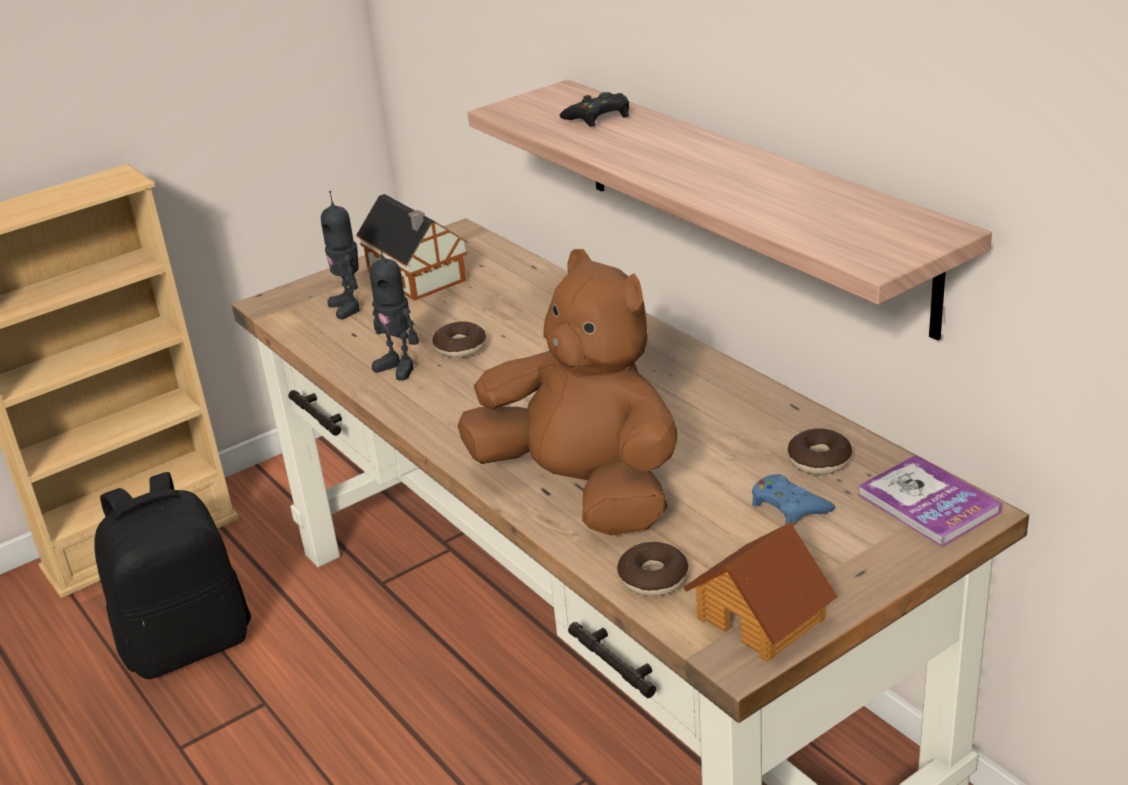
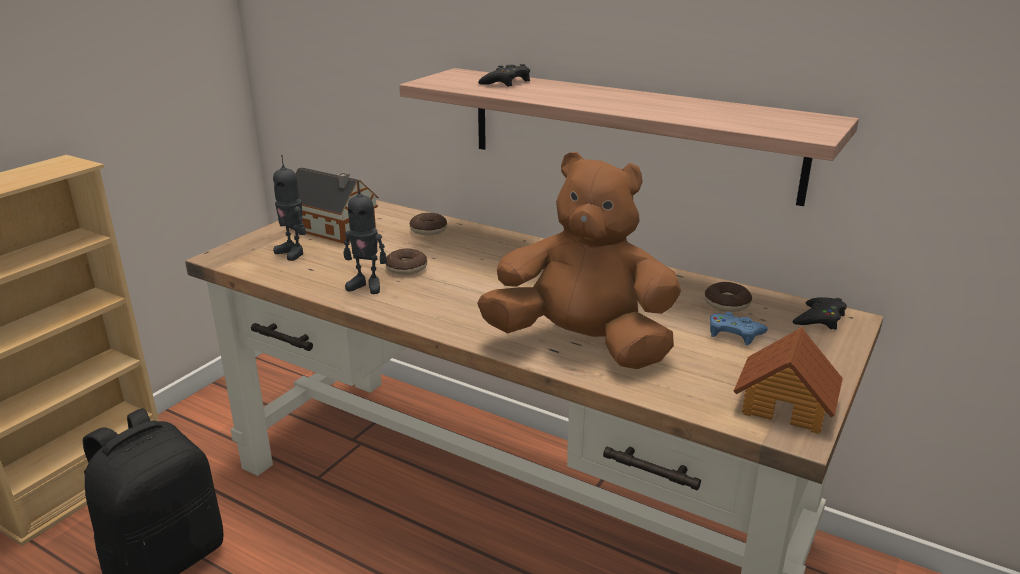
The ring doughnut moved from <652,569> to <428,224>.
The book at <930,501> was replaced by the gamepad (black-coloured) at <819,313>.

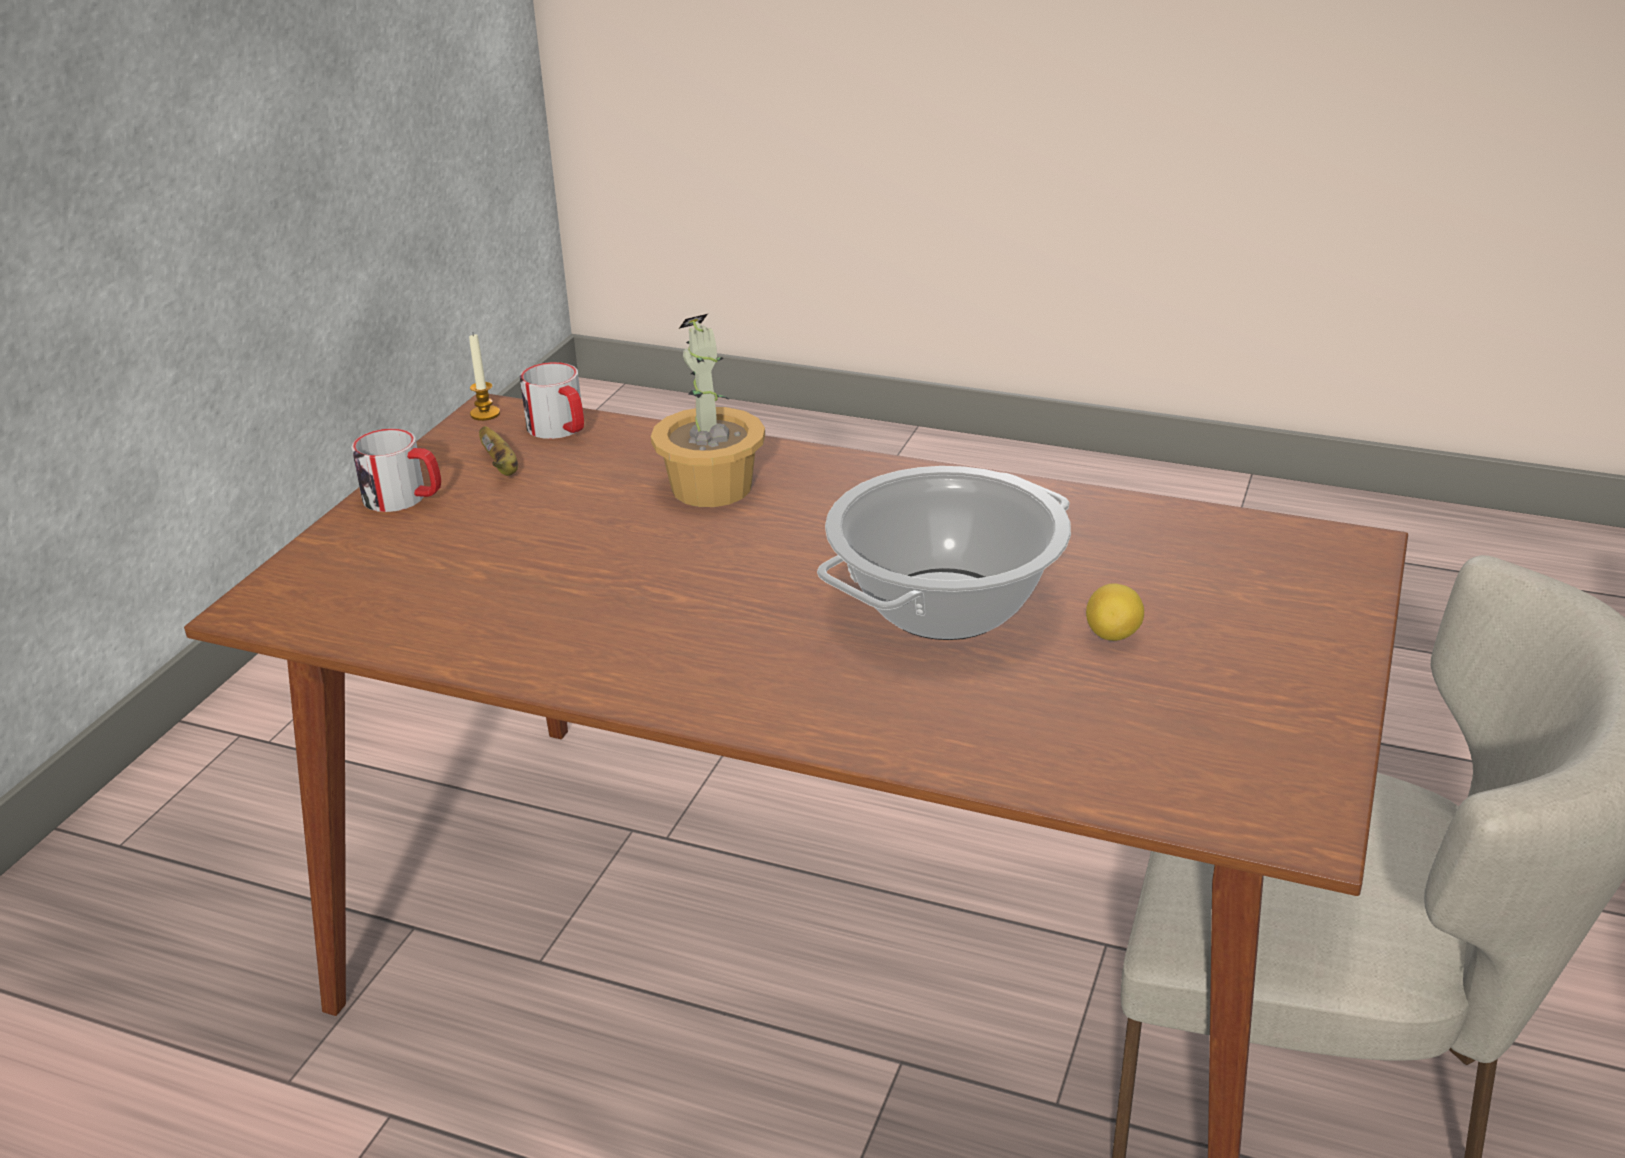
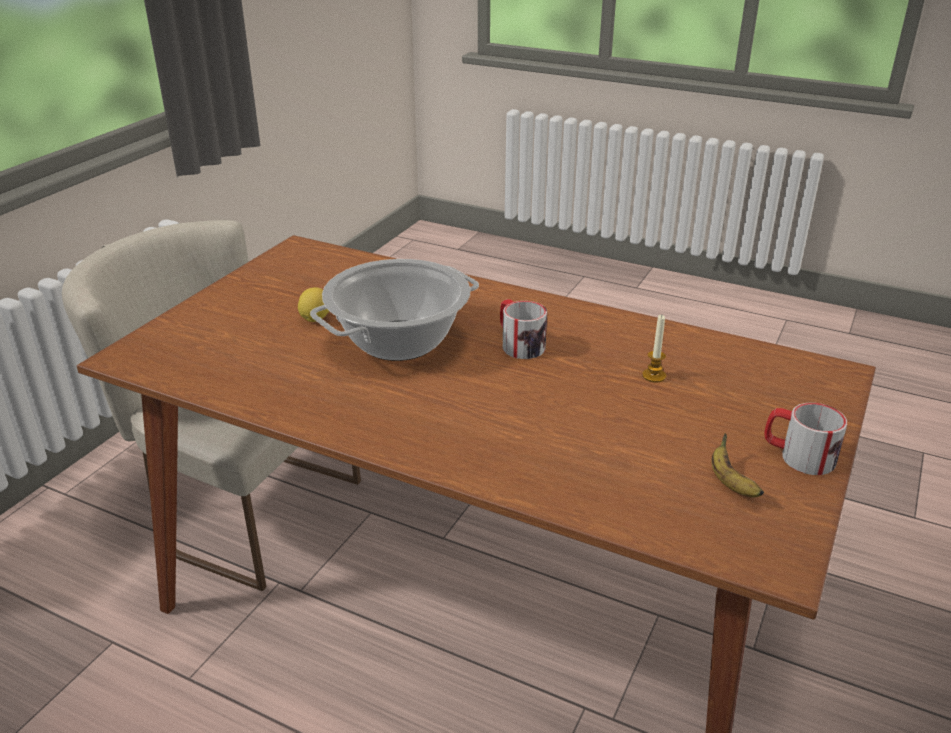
The candle moved from <484,377> to <654,349>.
The mug moved from <552,400> to <523,329>.
The plant in a pot at <708,410> disappeared.

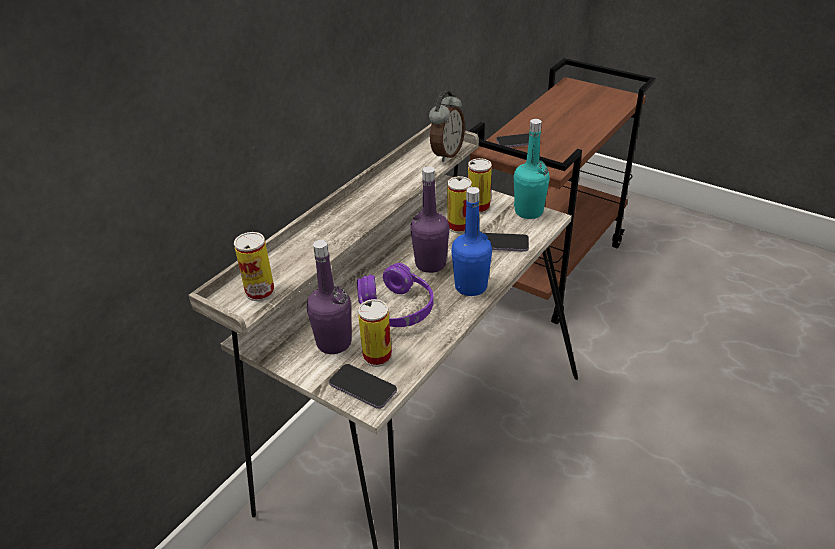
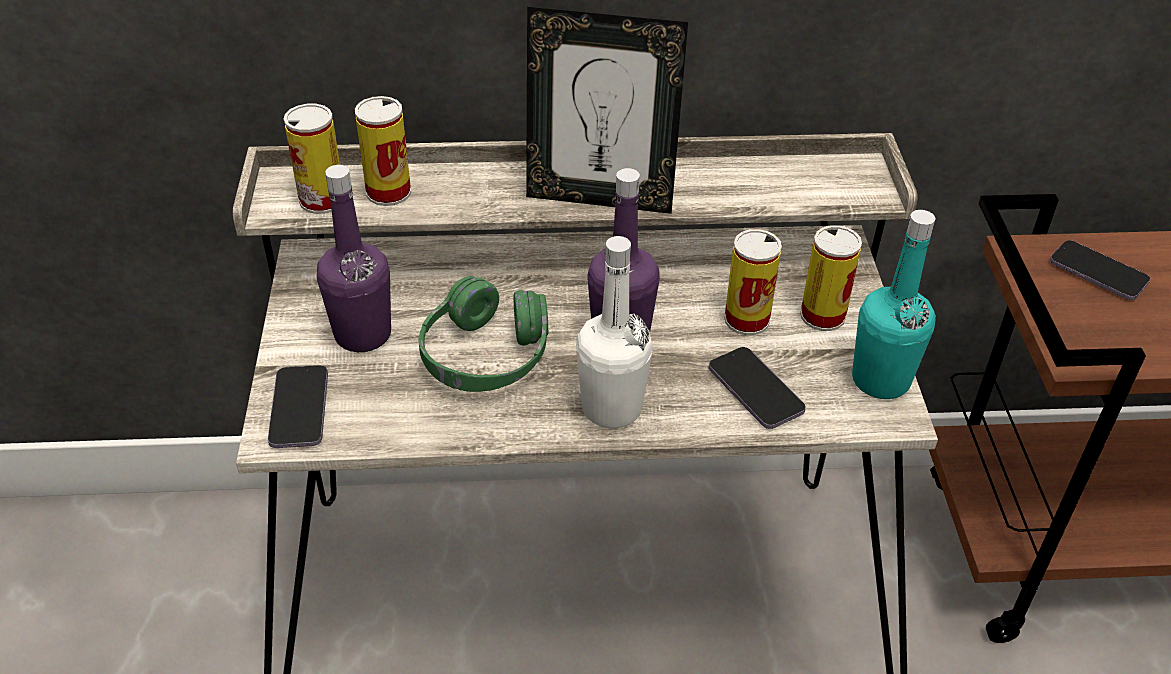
The headset (purple-coloured) at <395,295> became the headset (greenish) at <483,334>.
The sealed can moved from <375,333> to <383,151>.
The table clock at <447,126> disappeared.
The bottle (blue) at <471,241> became the bottle (whitish) at <614,332>.
The picture frame at <607,110> appeared.

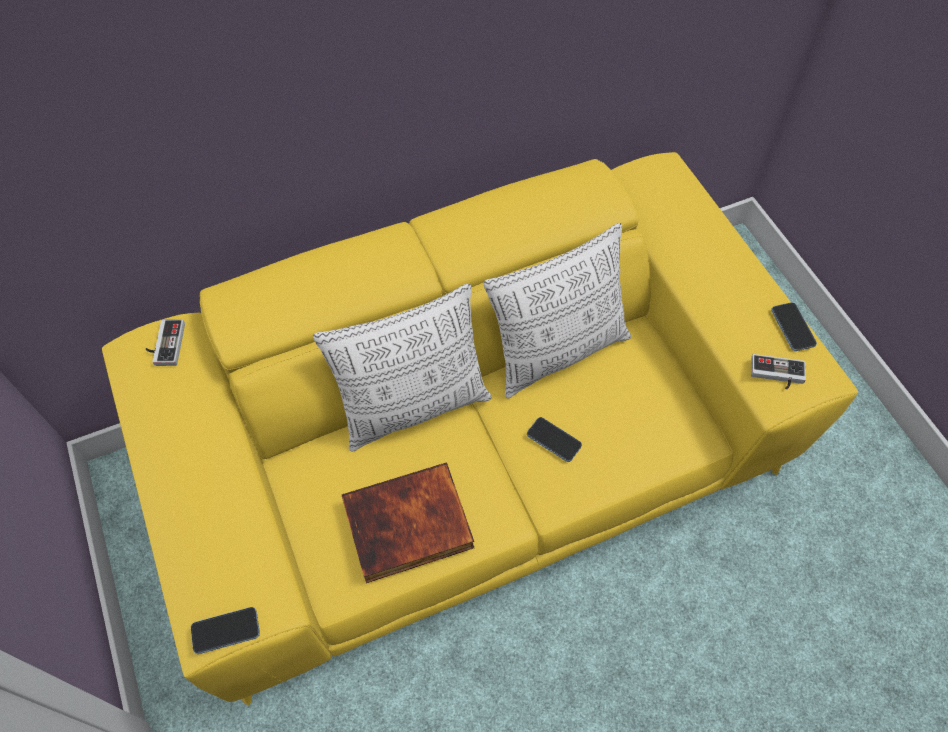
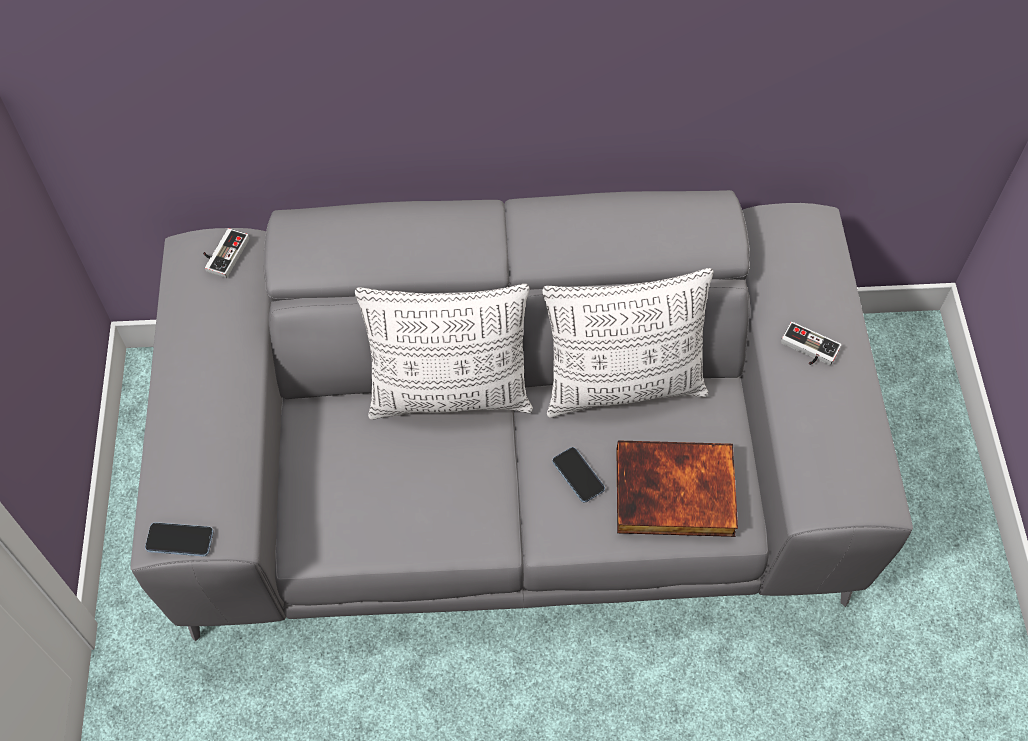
The settee (yellow) at <480,429> became the settee (gray) at <522,415>.
The book moved from <408,523> to <677,489>.
The gamepad moved from <778,372> to <811,343>.
The handset at <794,326> disappeared.

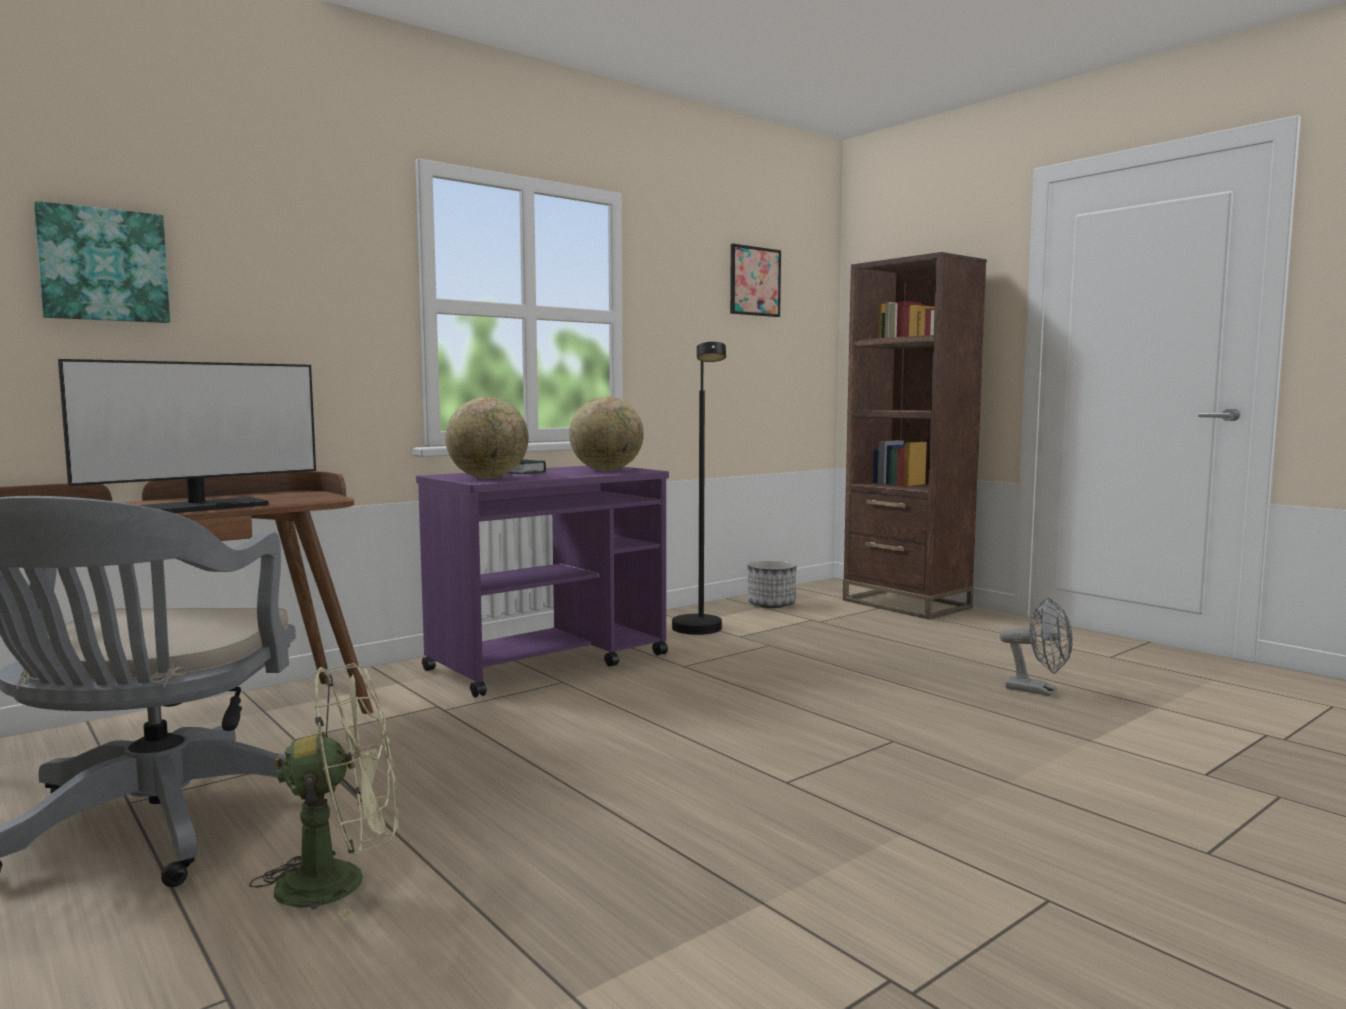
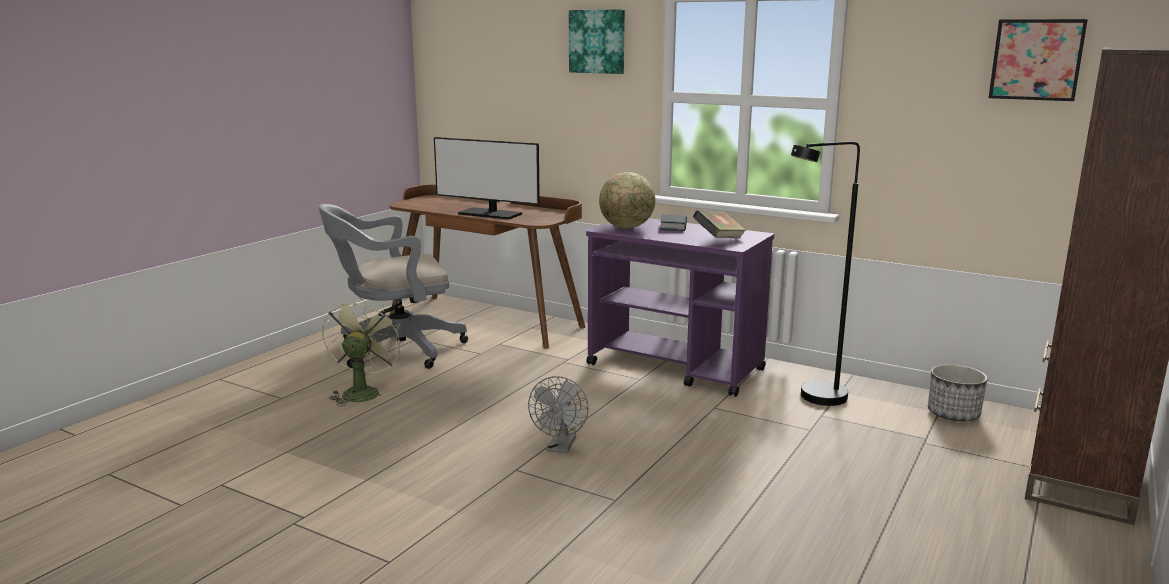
The wall art moved from <102,262> to <597,41>.
The electric fan (greenish) at <324,792> turned 135 degrees counterclockwise.
The globe at <606,434> was replaced by the book at <720,224>.
The electric fan (gray) moved from <1036,647> to <558,414>.

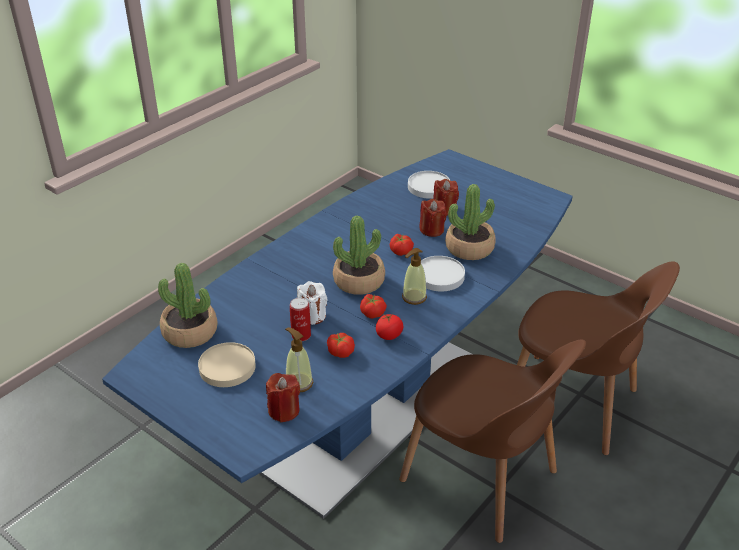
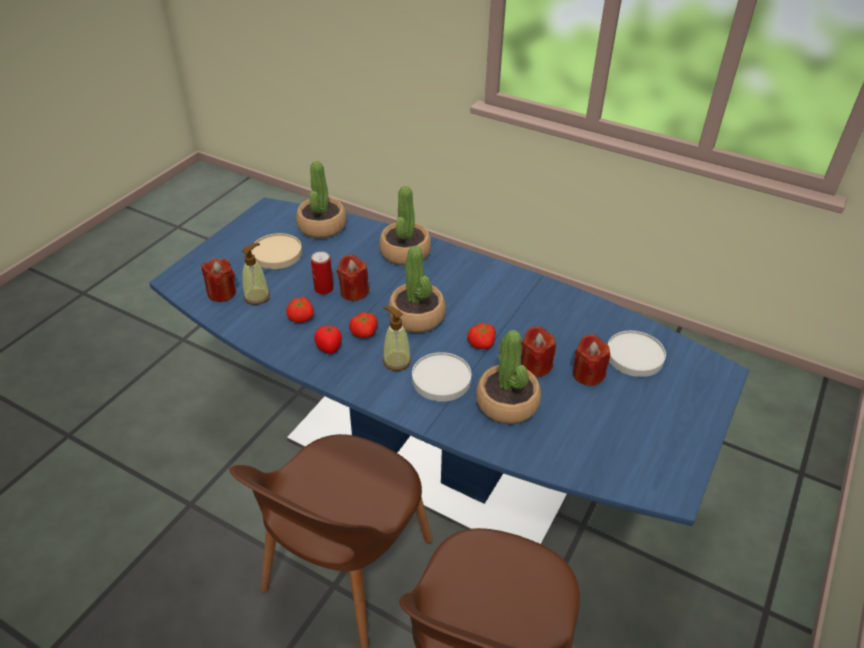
The candle (whitish) at <312,303> became the candle (reddish) at <353,278>.
The plant in a pot at <405,226> appeared.

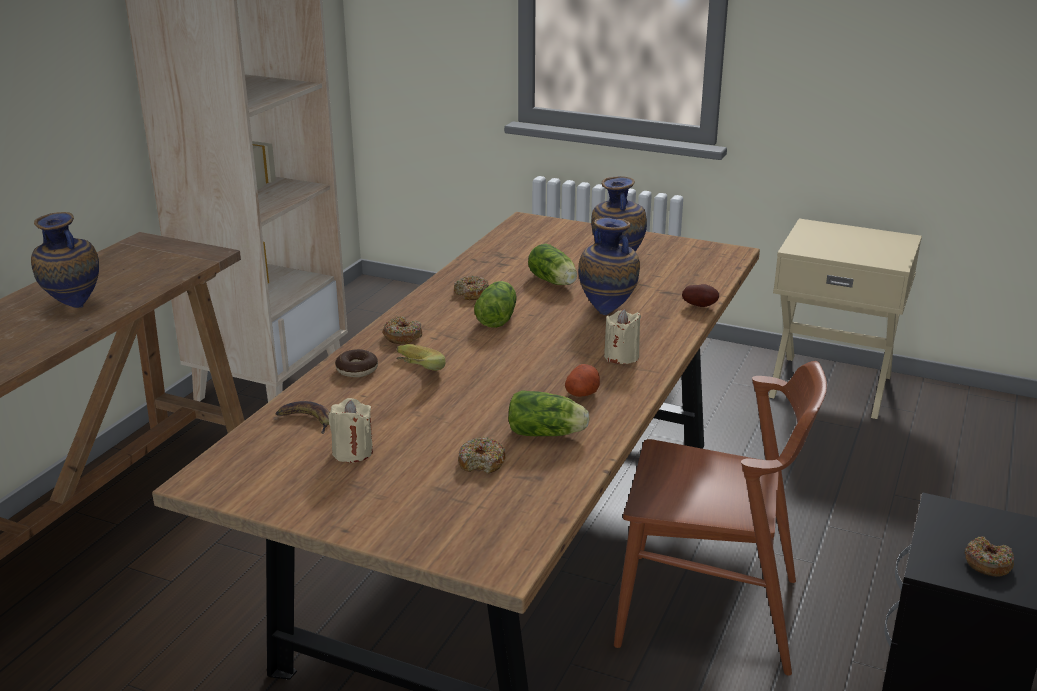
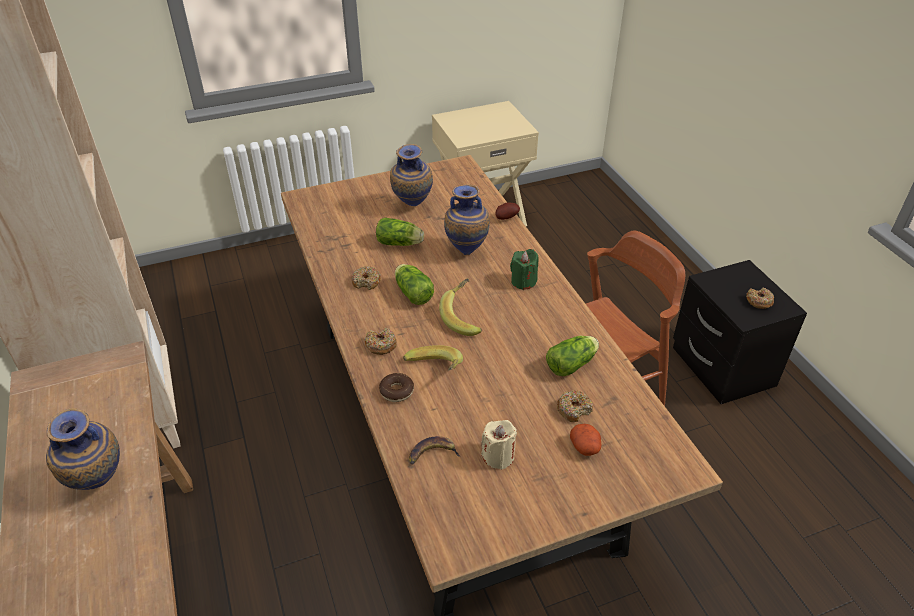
The potato moved from <582,380> to <585,440>.
The candle (beige-coloured) at <622,336> became the candle (greenish) at <524,269>.
The whole banana at <460,307> appeared.

